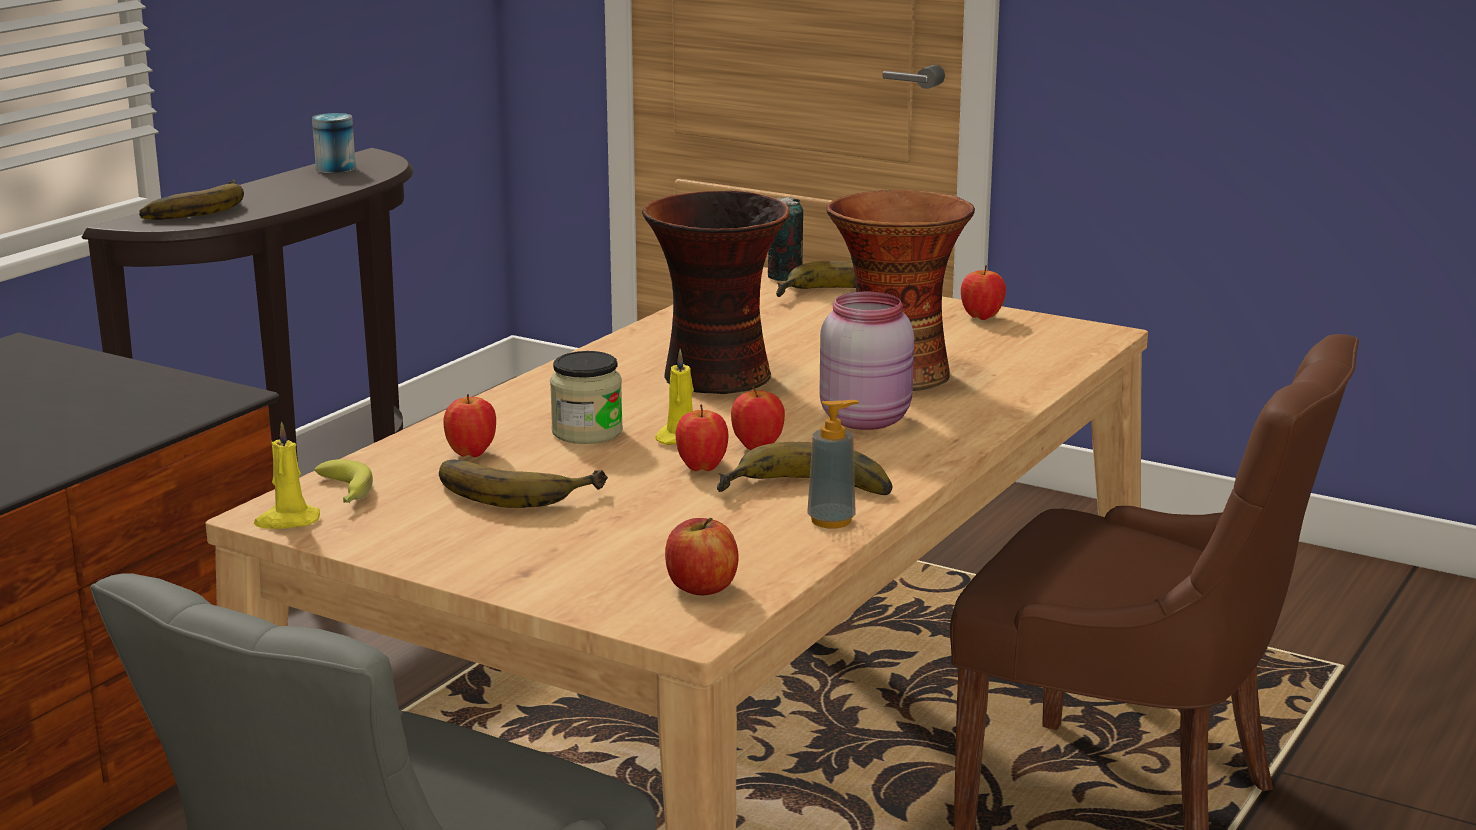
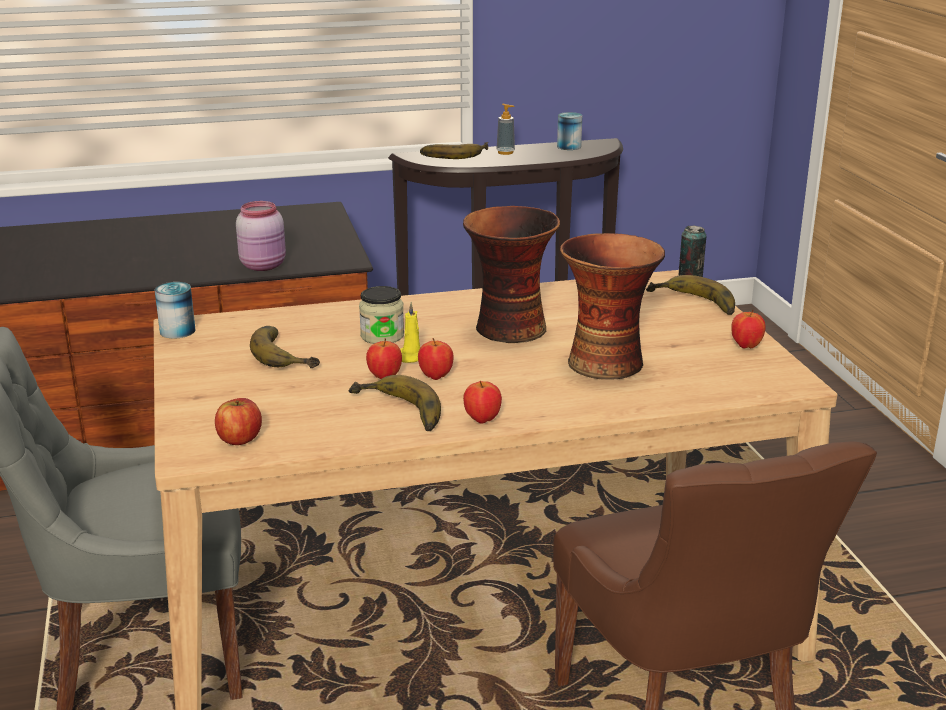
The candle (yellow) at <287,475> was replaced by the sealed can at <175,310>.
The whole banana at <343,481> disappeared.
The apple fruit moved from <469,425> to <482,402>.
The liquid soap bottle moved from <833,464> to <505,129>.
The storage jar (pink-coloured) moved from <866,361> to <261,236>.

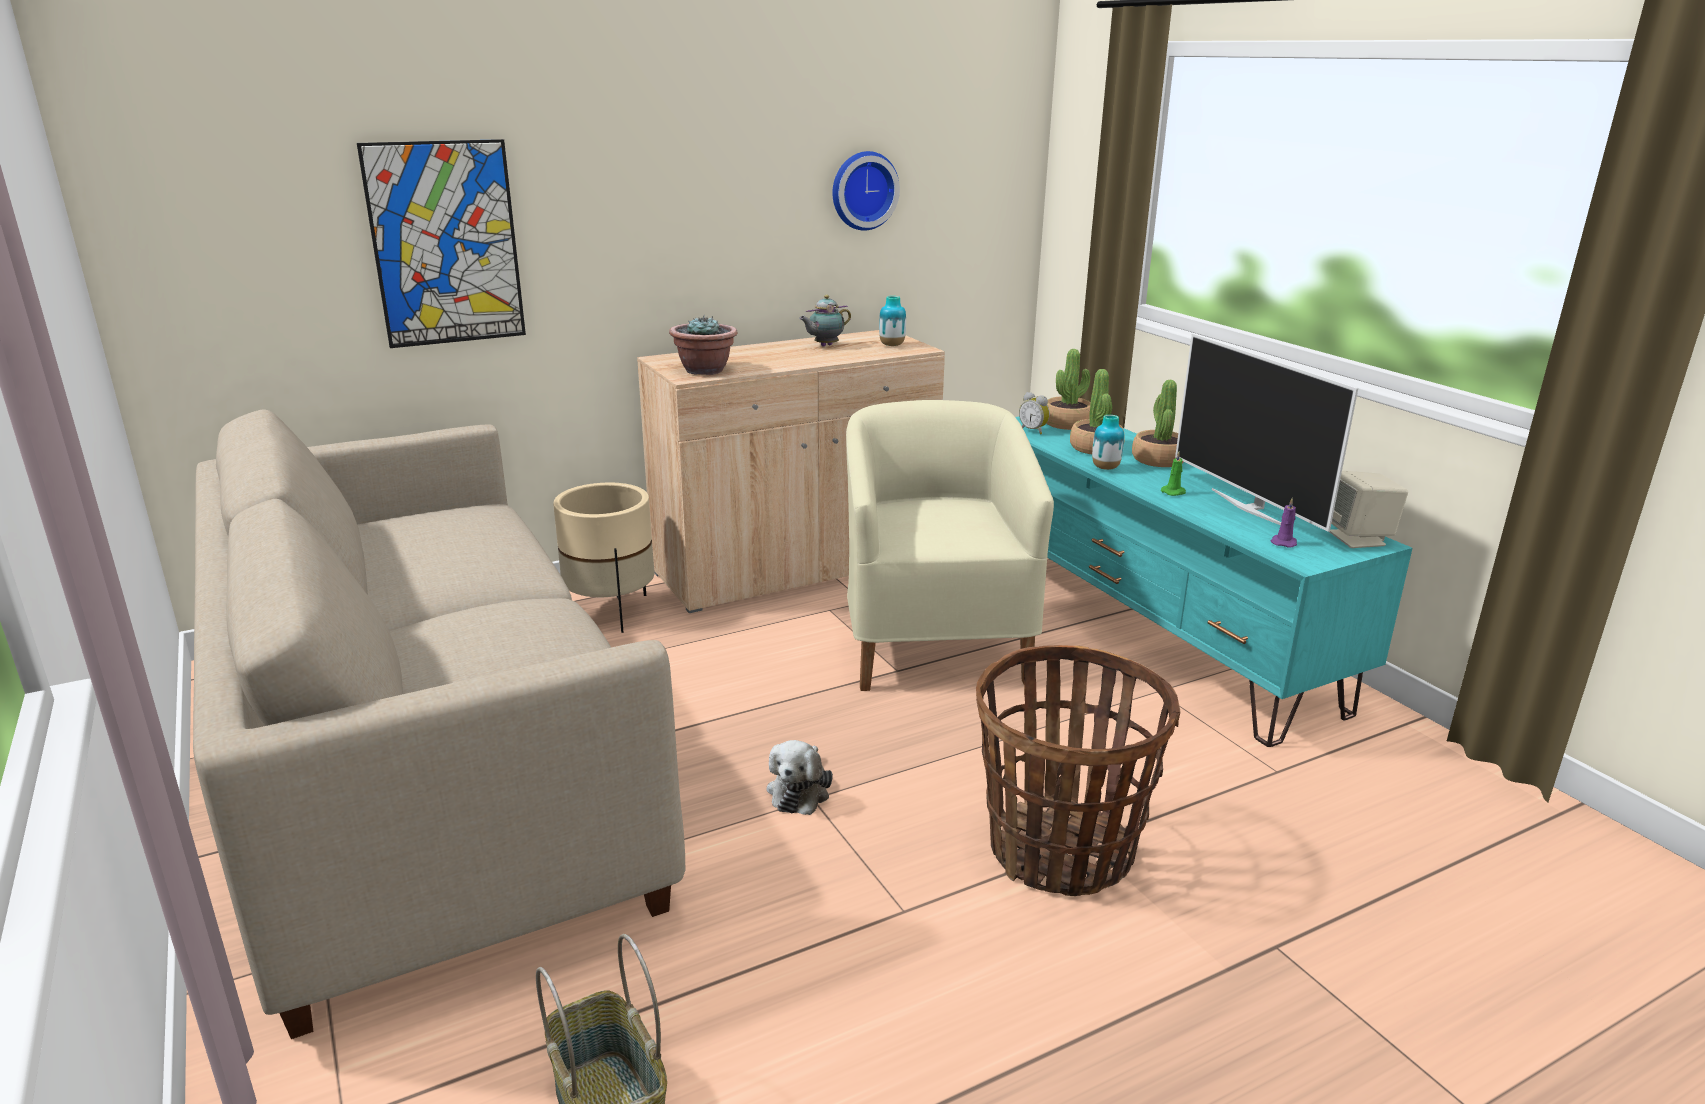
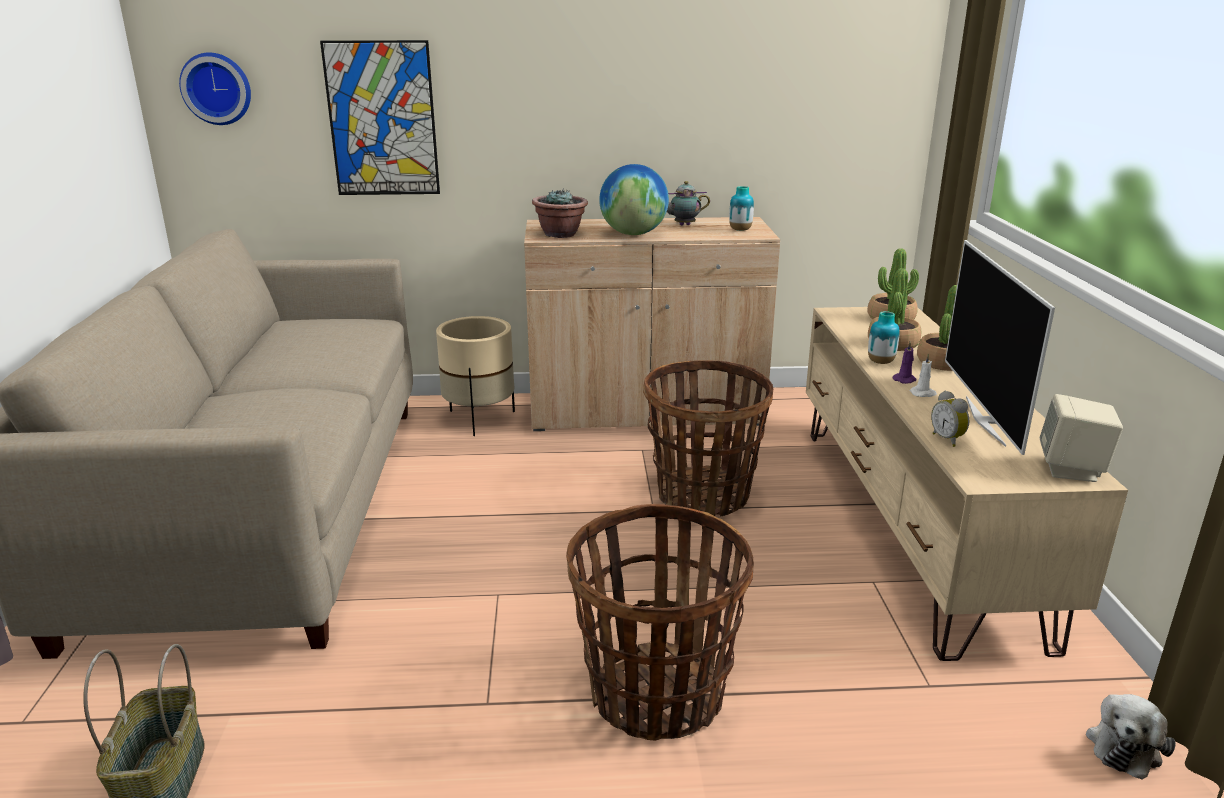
The soft toy moved from <800,777> to <1131,737>.
The clock on the wall moved from <866,191> to <215,89>.
The easy chair (beige-coloured) at <950,545> was replaced by the basket at <708,438>.
The tv unit (blue-green) at <1214,582> became the tv unit (beige-coloured) at <967,484>.
The table clock moved from <1034,413> to <950,419>.
The candle (greenish) at <1173,474> became the candle (whitish) at <923,375>.
The candle (purple-coloured) moved from <1284,523> to <904,363>.
The globe at <634,199> appeared.

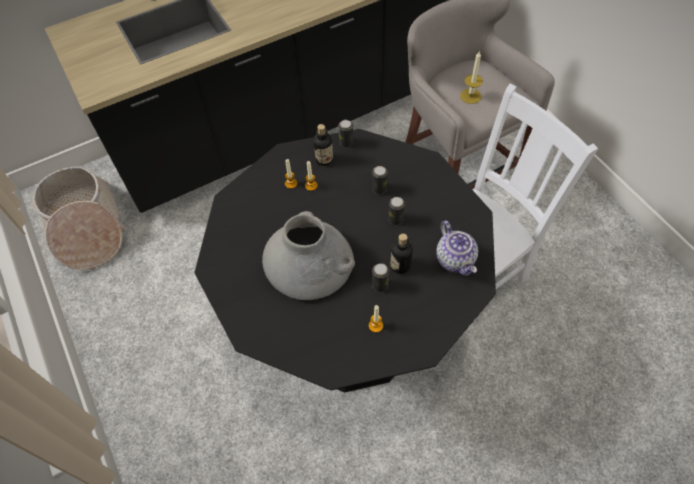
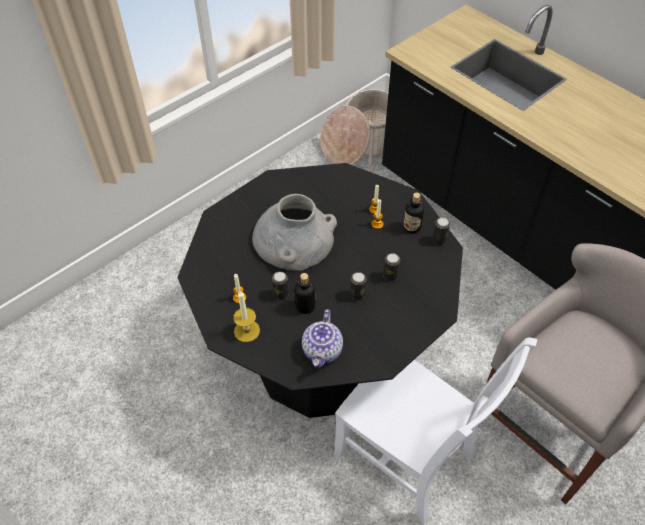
The pot for tea at <457,248> turned 45 degrees counterclockwise.
The candle moved from <471,78> to <246,316>.

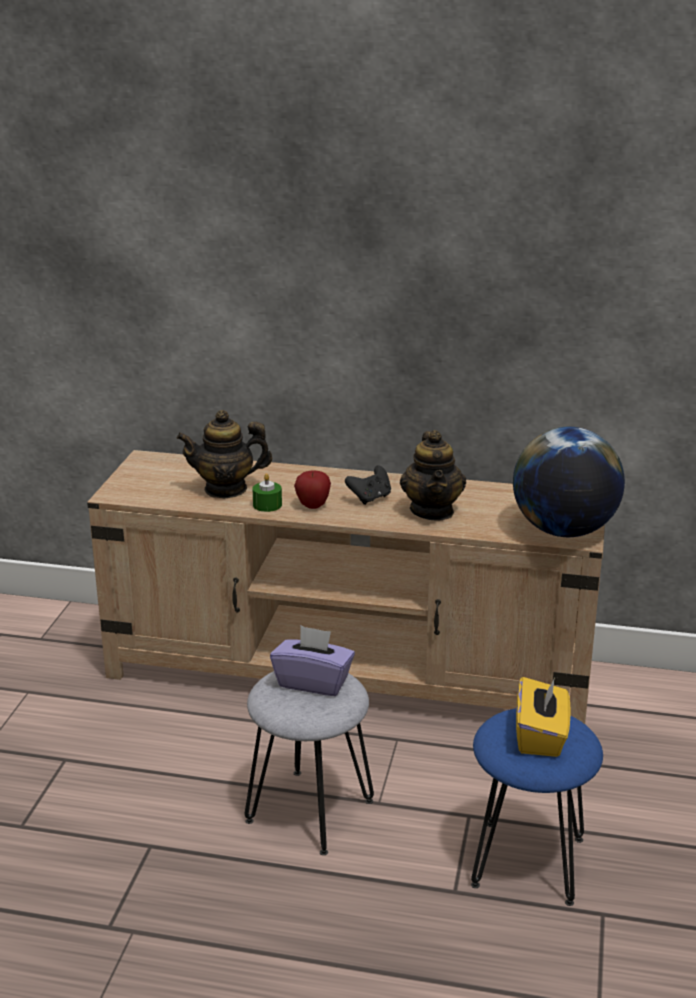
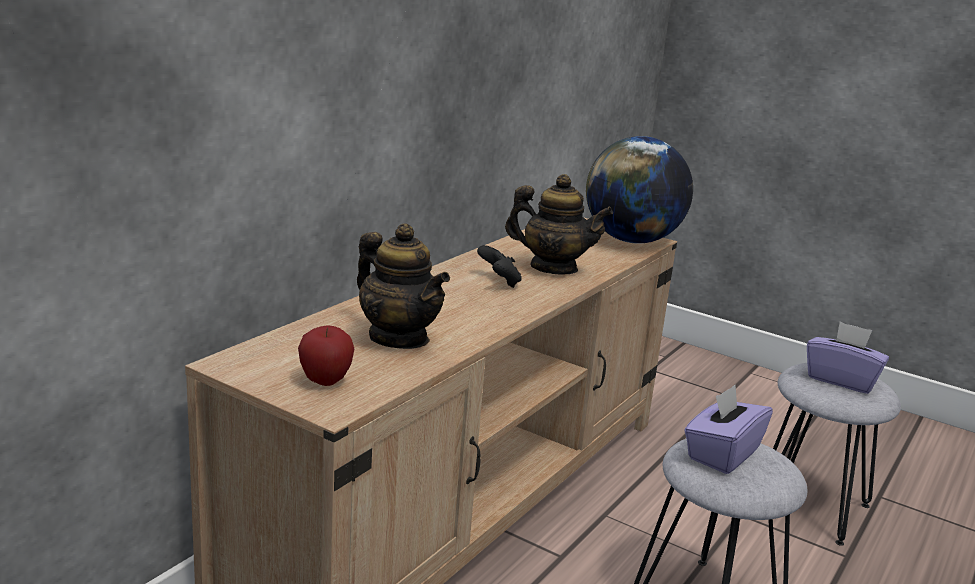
The pot for tea at <224,454> turned 60 degrees counterclockwise.
The candle (greenish) at <267,492> disappeared.
The apple fruit moved from <312,490> to <326,355>.
The stool seat (blue) at <537,807> became the stool seat (gray) at <837,454>.
The tissue box (yellow) at <543,716> became the tissue box (purple-coloured) at <848,357>.

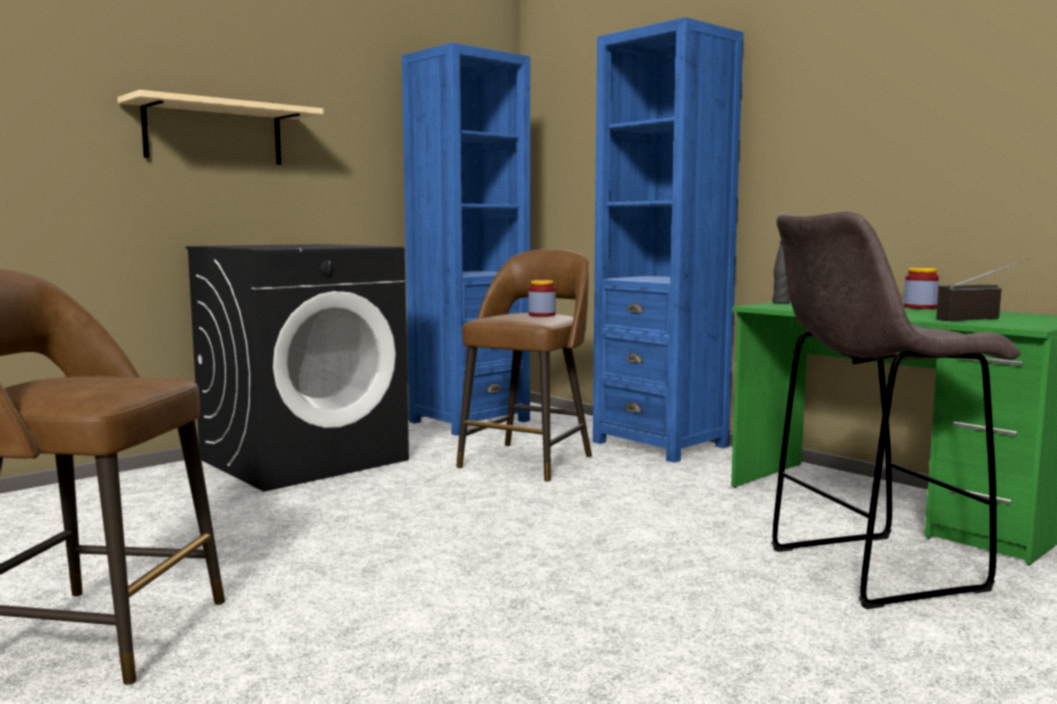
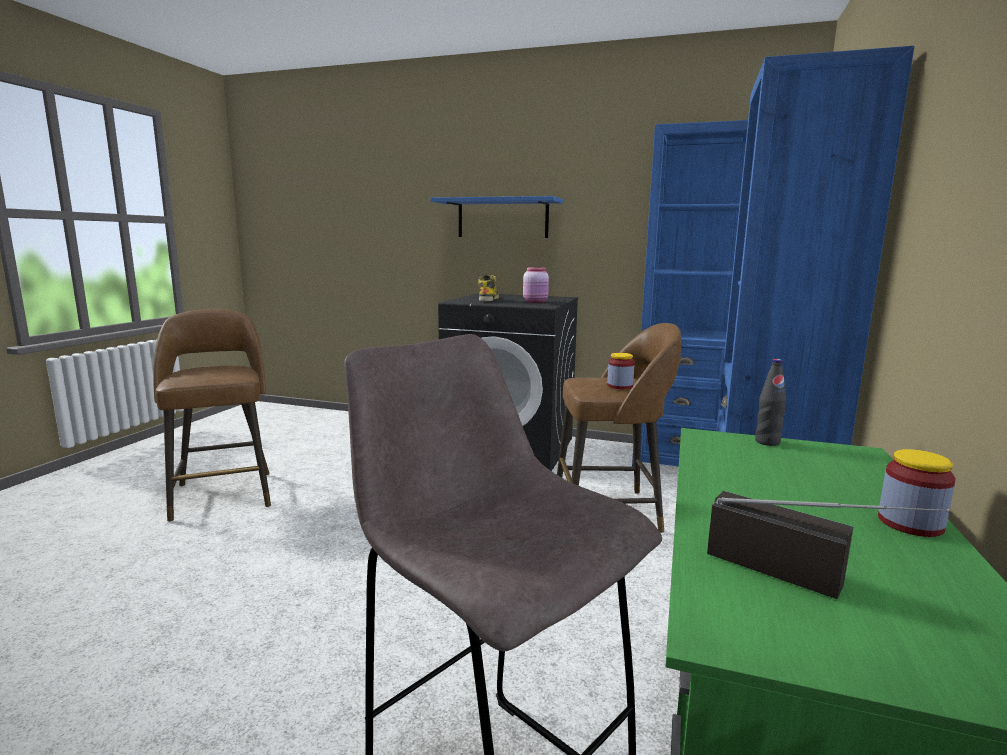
The shelf (beige-coloured) at <220,127> became the shelf (blue) at <496,217>.
The boot at <488,288> appeared.
The storage jar (pink-coloured) at <536,285> appeared.

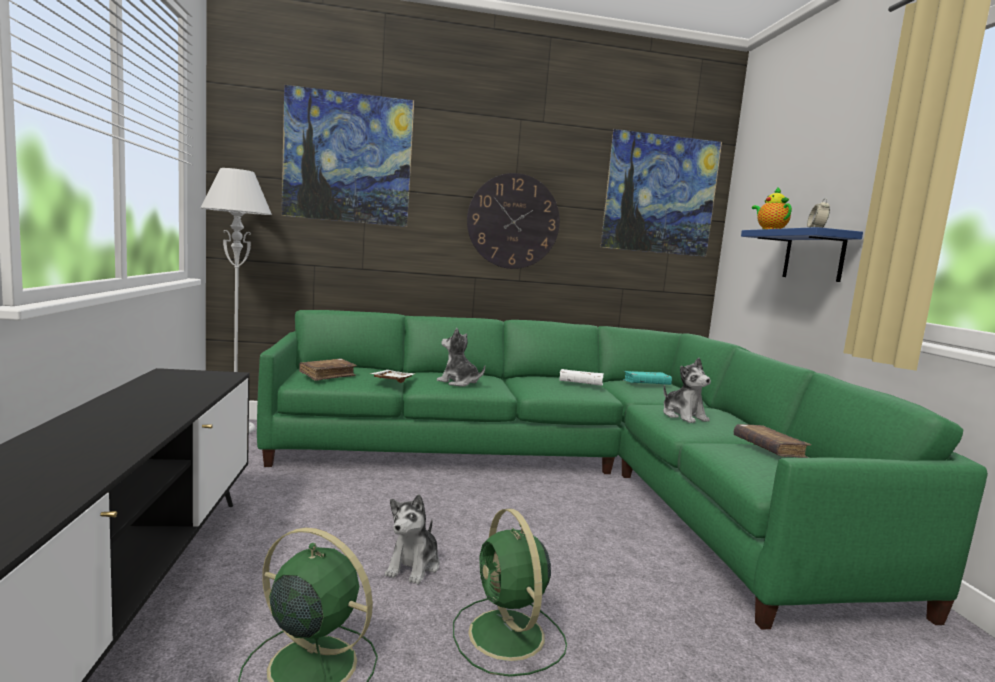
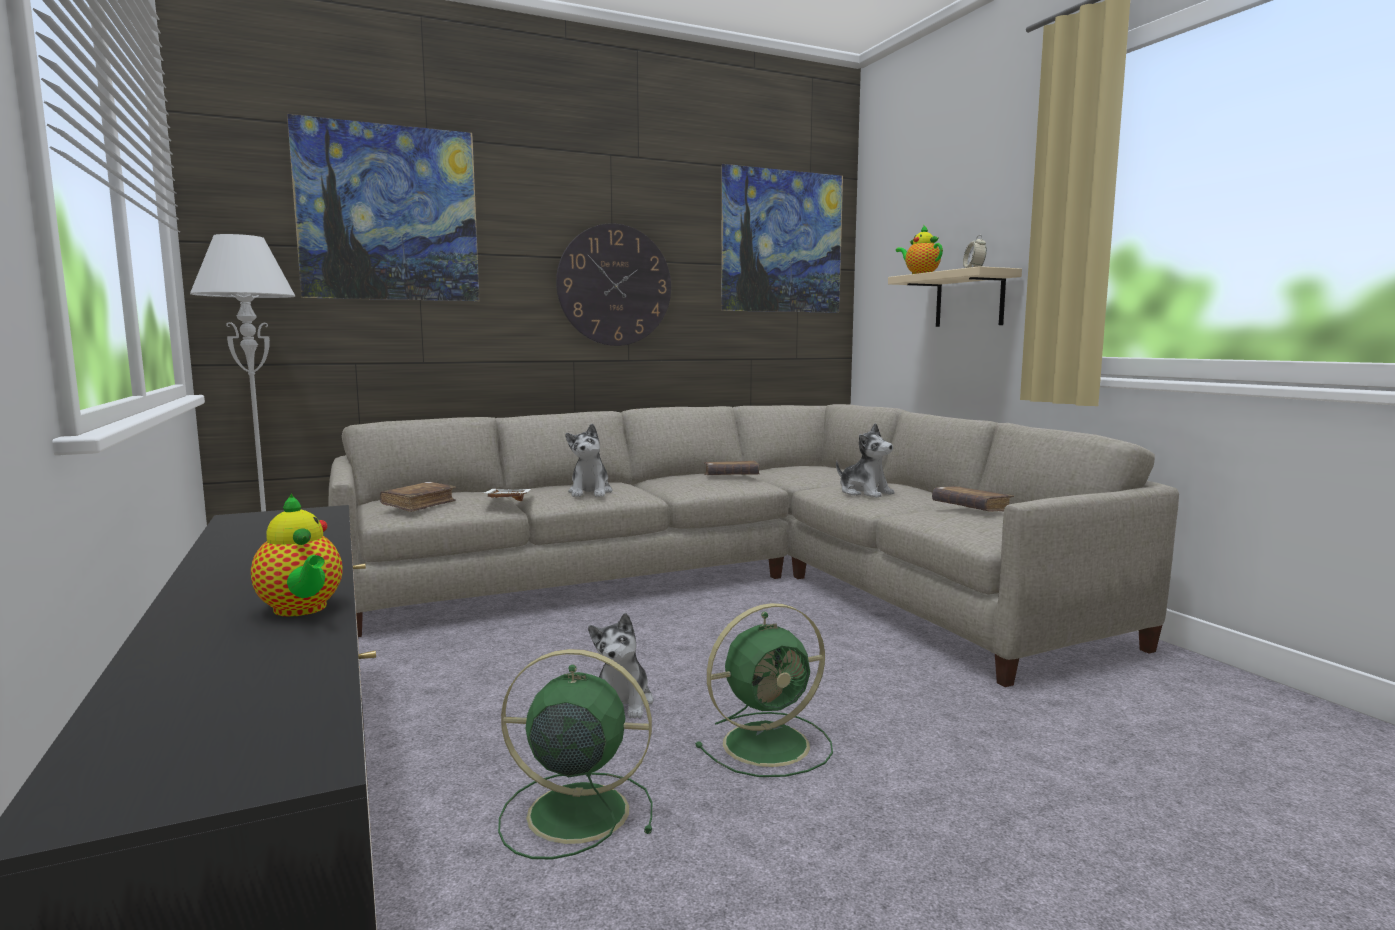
The settee (greenish) at <622,469> became the settee (gray) at <754,545>.
The soft toy at <461,357> turned 105 degrees counterclockwise.
The electric fan (greenish) at <510,593> turned 75 degrees counterclockwise.
The book (whitish) at <581,377> became the book (brownish) at <732,467>.
The book (blue-green) at <647,378> disappeared.
The shelf (blue) at <802,254> became the shelf (beige-coloured) at <955,296>.
The pot for tea at <297,555> appeared.

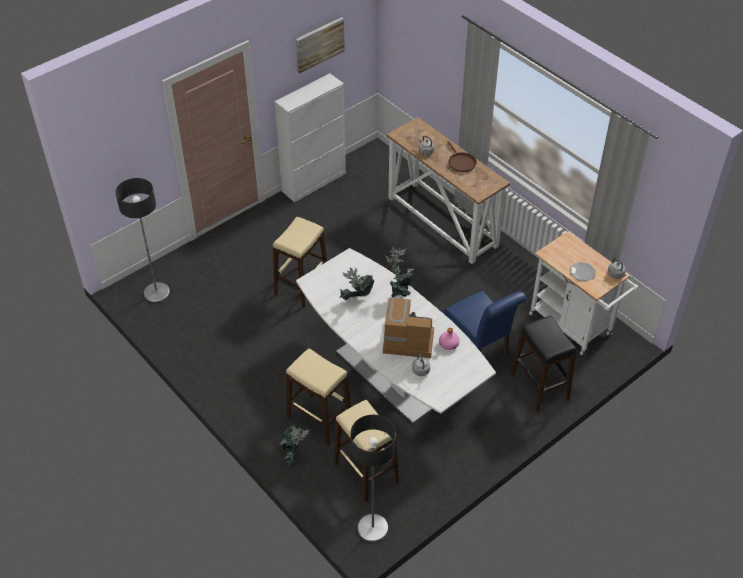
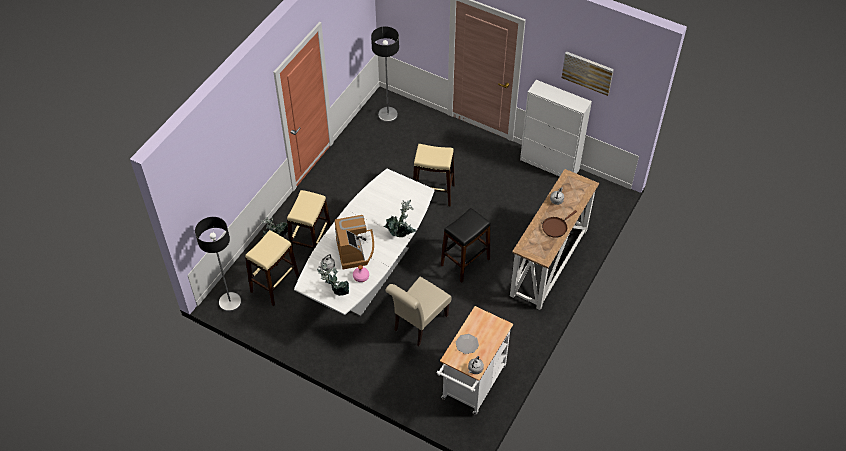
The plant in a pot moved from <356,284> to <333,278>.
The upright chair (blue) at <485,324> became the upright chair (beige-coloured) at <418,311>.
The stool seat (black-coloured) moved from <544,364> to <465,245>.

